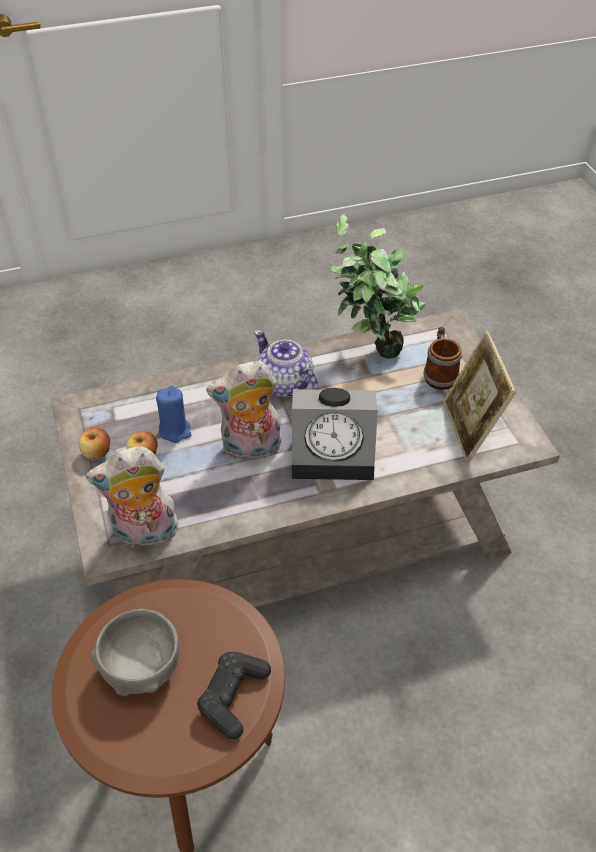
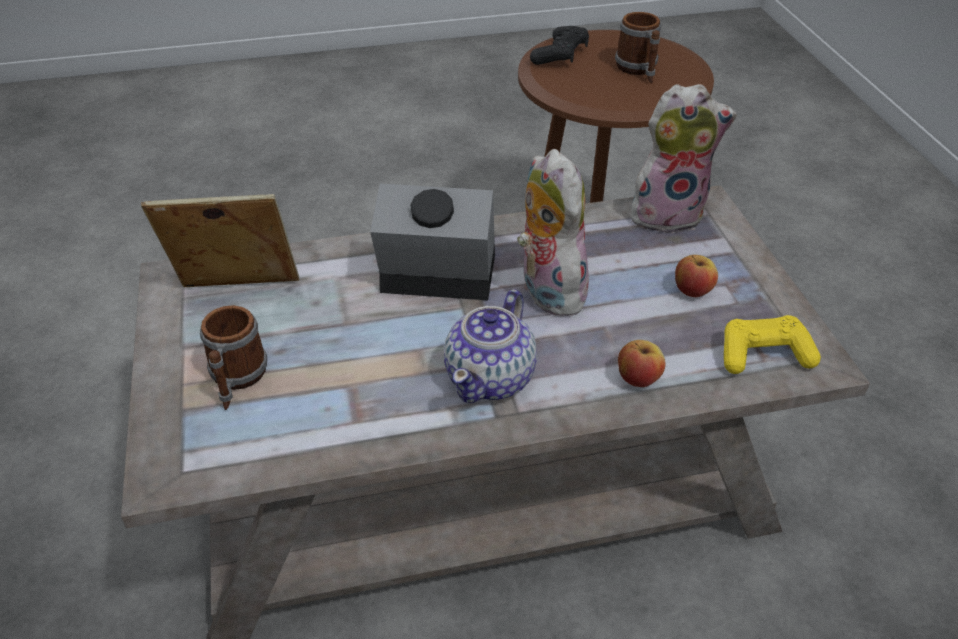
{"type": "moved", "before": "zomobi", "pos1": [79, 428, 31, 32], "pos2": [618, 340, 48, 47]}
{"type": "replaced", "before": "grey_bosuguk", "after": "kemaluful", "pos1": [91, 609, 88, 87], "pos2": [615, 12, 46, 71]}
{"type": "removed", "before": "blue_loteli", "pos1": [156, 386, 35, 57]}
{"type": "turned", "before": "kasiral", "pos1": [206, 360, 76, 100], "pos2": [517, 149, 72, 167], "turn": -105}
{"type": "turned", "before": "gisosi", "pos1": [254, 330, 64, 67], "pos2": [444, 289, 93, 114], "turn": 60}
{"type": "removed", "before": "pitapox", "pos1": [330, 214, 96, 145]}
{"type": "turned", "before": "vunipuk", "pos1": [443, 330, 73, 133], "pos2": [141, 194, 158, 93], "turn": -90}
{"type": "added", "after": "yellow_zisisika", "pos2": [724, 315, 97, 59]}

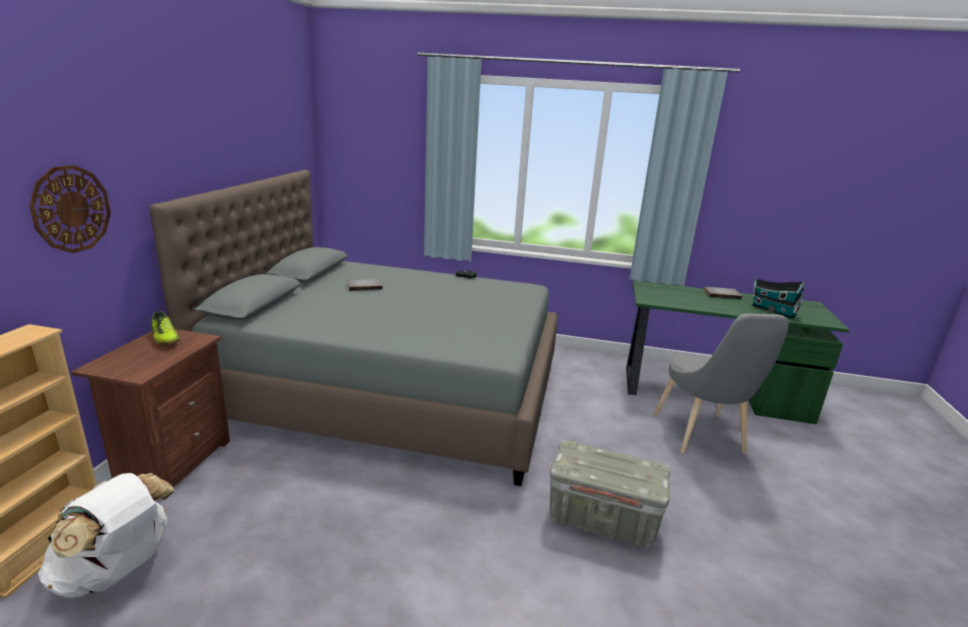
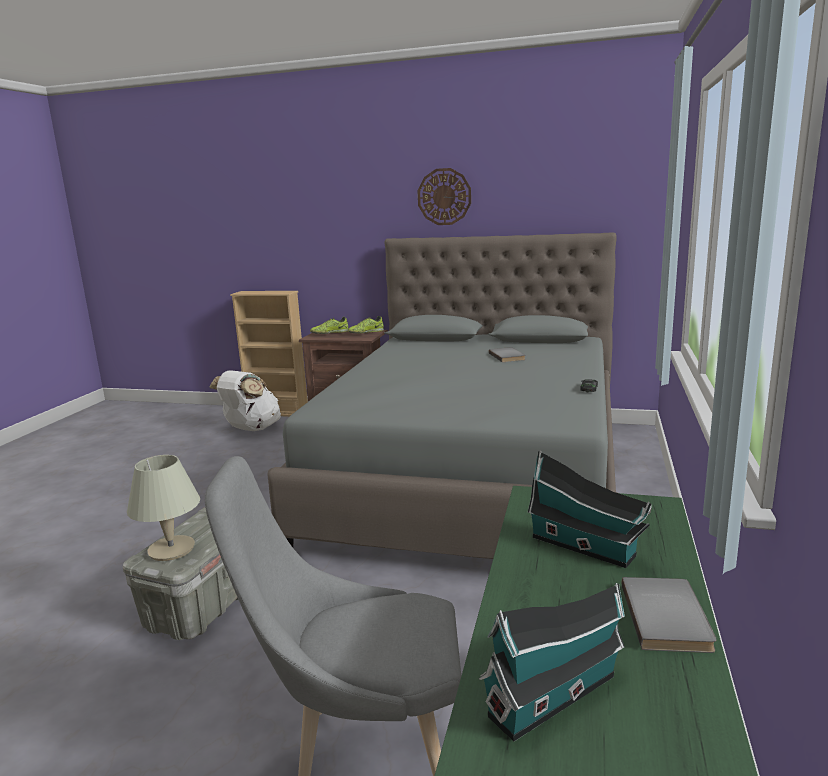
{"type": "moved", "before": "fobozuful", "pos1": [29, 165, 82, 88], "pos2": [418, 168, 53, 57]}
{"type": "added", "after": "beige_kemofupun", "pos2": [127, 455, 73, 106]}
{"type": "added", "after": "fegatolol", "pos2": [310, 317, 38, 17]}
{"type": "added", "after": "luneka", "pos2": [527, 451, 125, 117]}

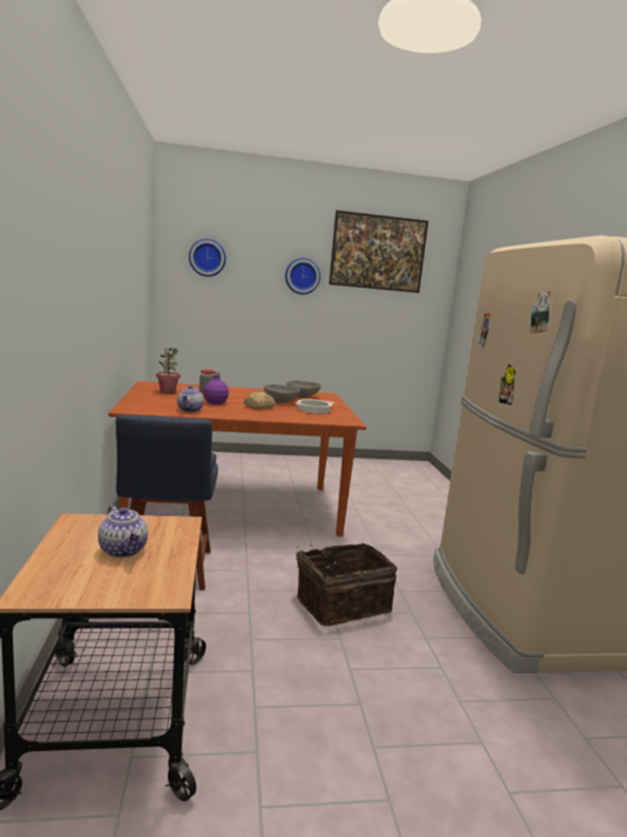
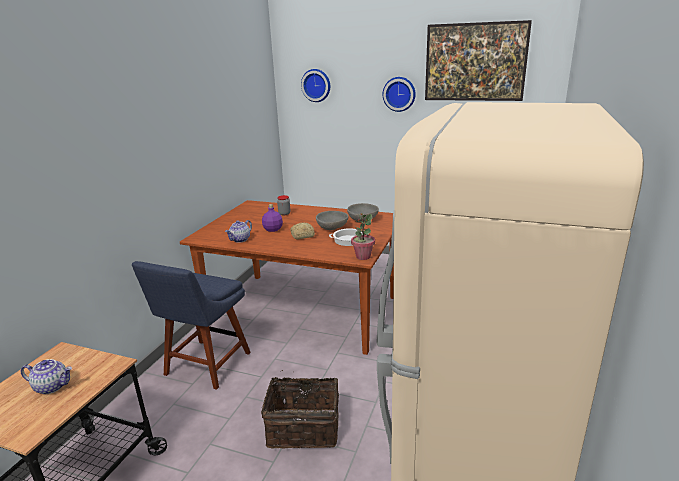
{"type": "turned", "before": "gisosi", "pos1": [98, 505, 50, 53], "pos2": [21, 359, 51, 35], "turn": -75}
{"type": "moved", "before": "pitapox", "pos1": [156, 347, 25, 47], "pos2": [351, 213, 24, 47]}

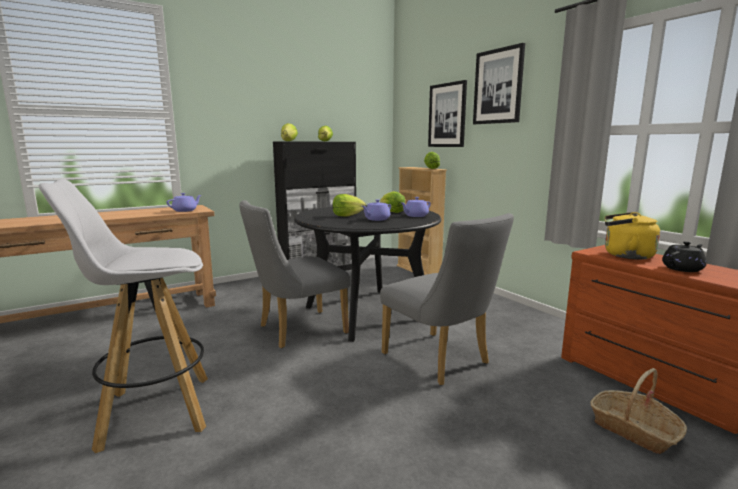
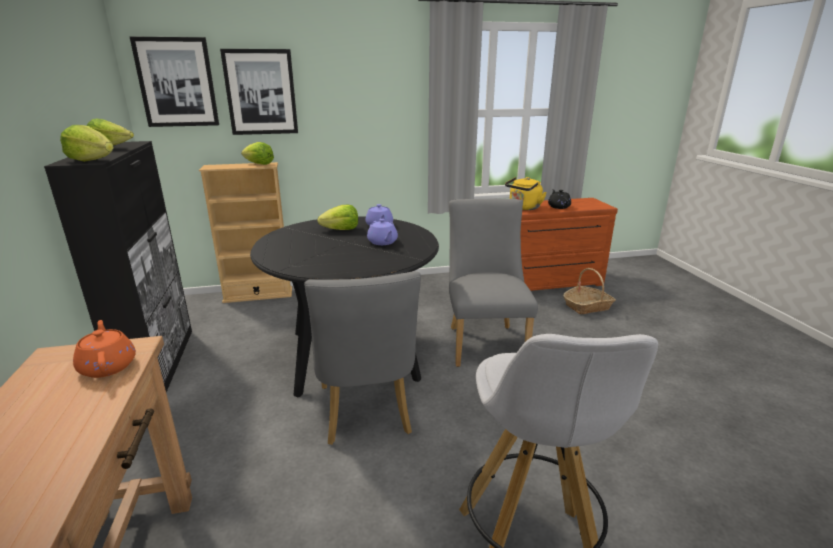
{"type": "recoloured", "before": "purple_gisosi", "after": "orange_gisosi", "pos1": [167, 193, 34, 19], "pos2": [73, 320, 63, 58]}
{"type": "removed", "before": "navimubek", "pos1": [332, 194, 34, 23]}
{"type": "turned", "before": "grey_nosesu", "pos1": [380, 213, 134, 172], "pos2": [449, 199, 89, 168], "turn": -75}
{"type": "moved", "before": "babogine", "pos1": [473, 43, 52, 81], "pos2": [130, 36, 89, 91]}

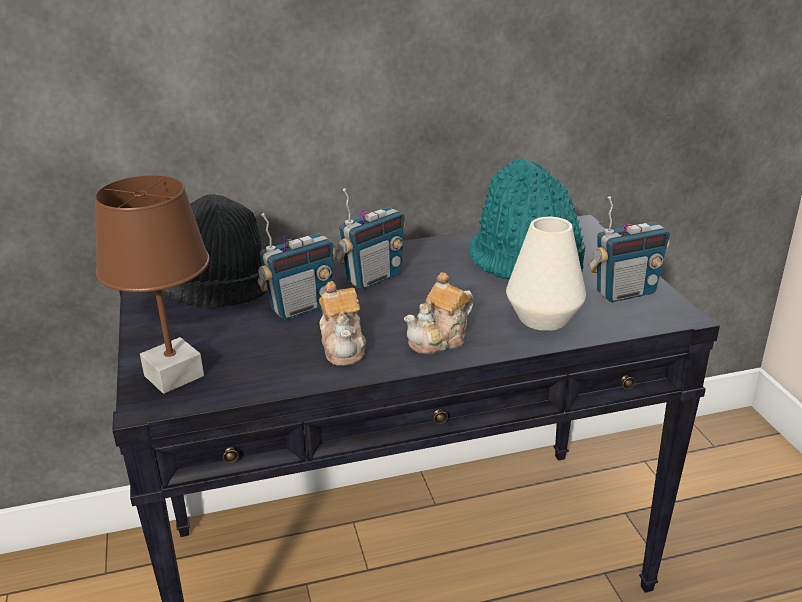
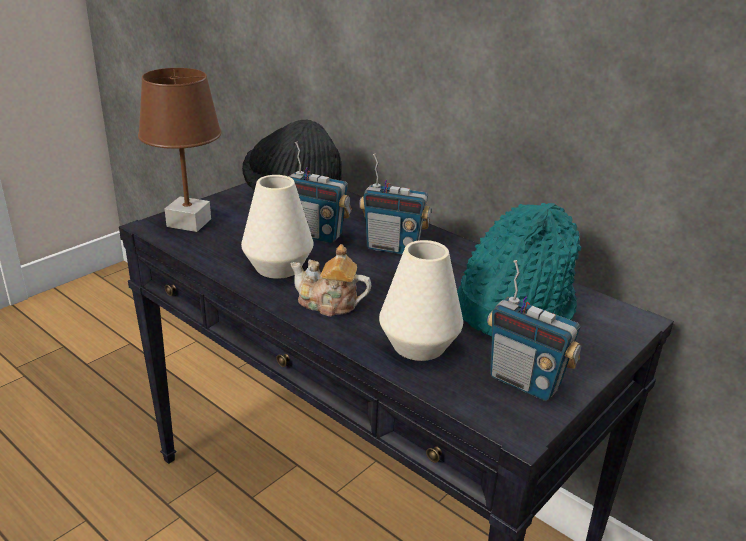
{"type": "replaced", "before": "gisosi", "after": "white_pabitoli", "pos1": [319, 281, 47, 85], "pos2": [241, 175, 72, 104]}

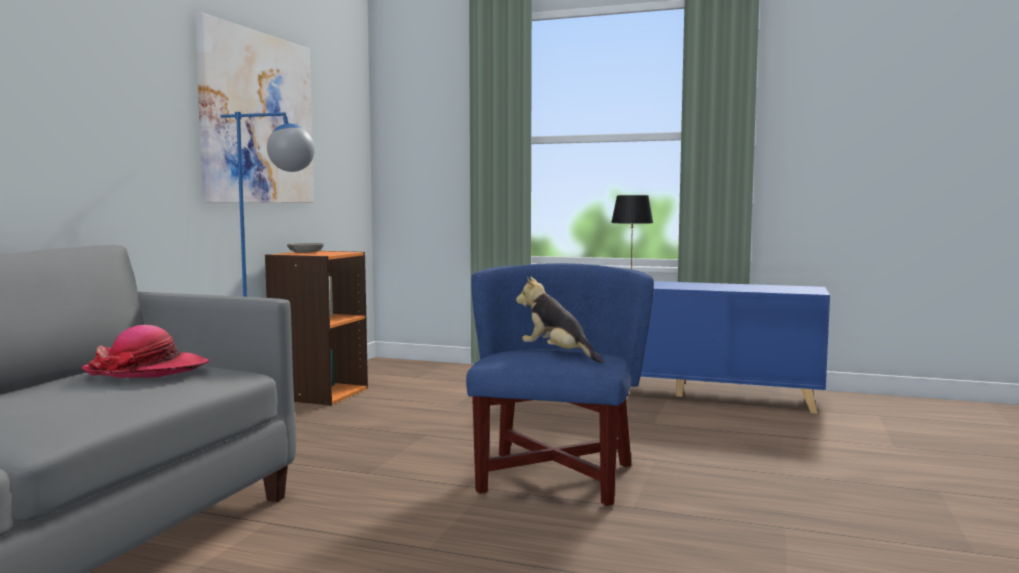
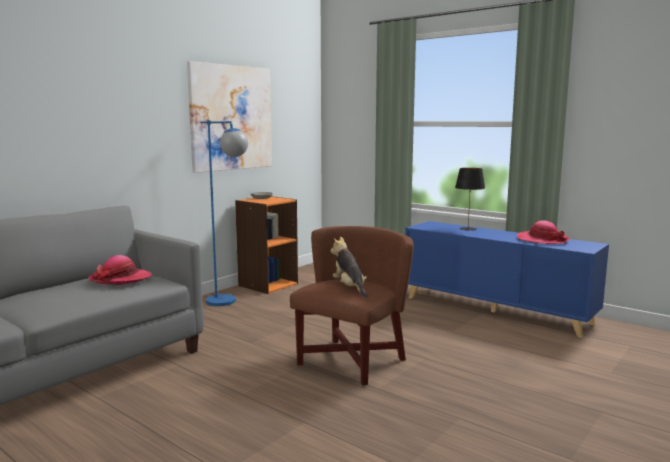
{"type": "recoloured", "before": "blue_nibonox", "after": "brown_nibonox", "pos1": [466, 263, 188, 243], "pos2": [290, 226, 124, 159]}
{"type": "added", "after": "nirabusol", "pos2": [516, 220, 54, 24]}

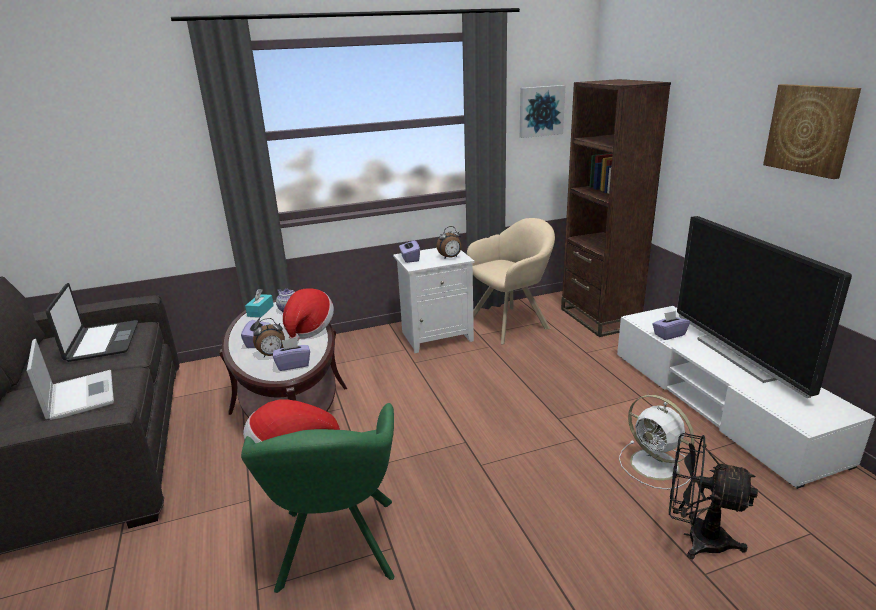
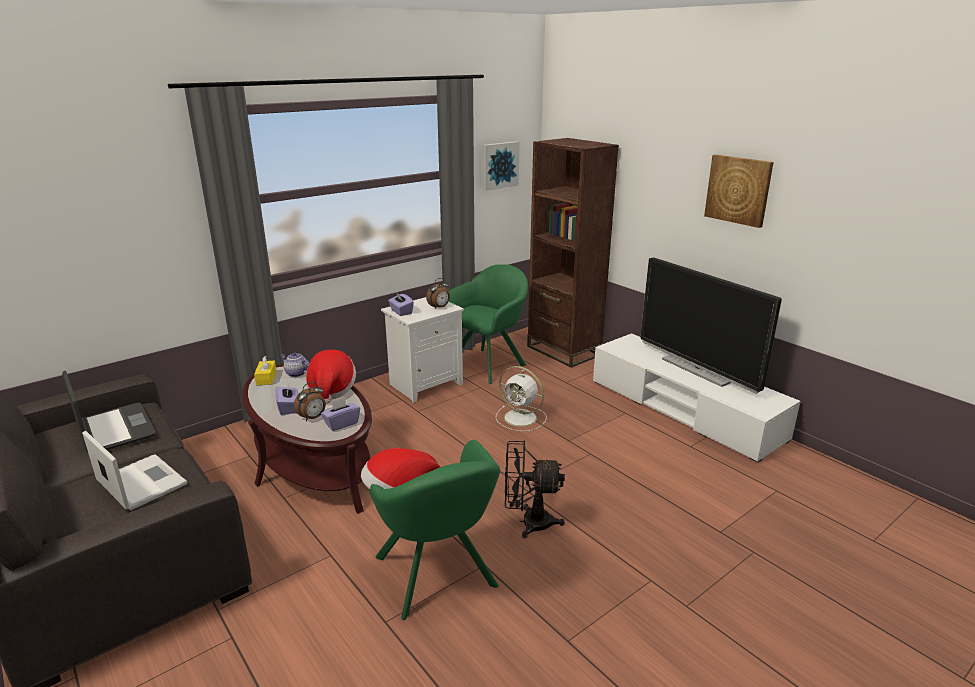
{"type": "recoloured", "before": "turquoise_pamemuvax", "after": "yellow_pamemuvax", "pos1": [245, 289, 29, 28], "pos2": [254, 356, 22, 29]}
{"type": "recoloured", "before": "beige_nibonox", "after": "green_nibonox", "pos1": [467, 218, 88, 126], "pos2": [449, 264, 79, 120]}
{"type": "moved", "before": "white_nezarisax", "pos1": [619, 395, 76, 95], "pos2": [495, 366, 52, 65]}
{"type": "removed", "before": "purple_pamemuvax", "pos1": [652, 311, 38, 29]}
{"type": "moved", "before": "black_nezarisax", "pos1": [669, 433, 89, 126], "pos2": [505, 440, 60, 98]}

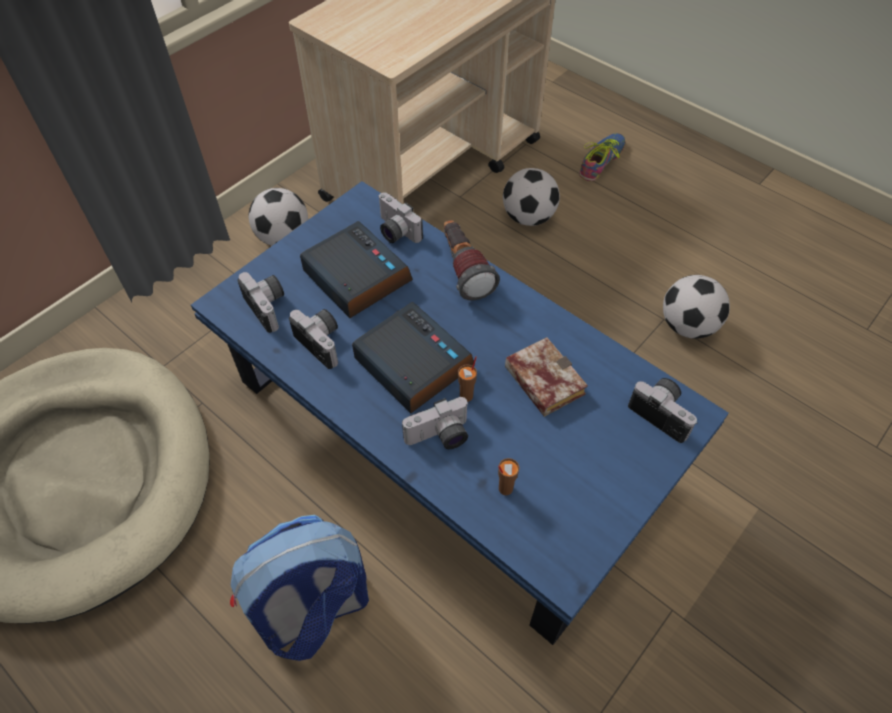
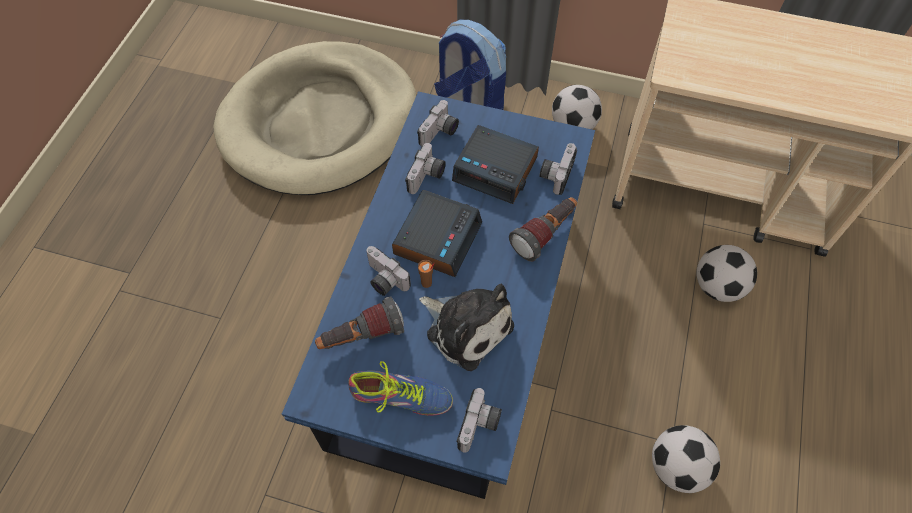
{"type": "moved", "before": "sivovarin", "pos1": [230, 515, 139, 146], "pos2": [434, 20, 72, 90]}
{"type": "turned", "before": "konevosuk", "pos1": [300, 221, 113, 97], "pos2": [452, 125, 87, 79], "turn": 90}
{"type": "replaced", "before": "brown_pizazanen", "after": "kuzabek", "pos1": [498, 458, 21, 37], "pos2": [315, 296, 89, 53]}
{"type": "replaced", "before": "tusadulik", "after": "kasiral", "pos1": [505, 337, 83, 80], "pos2": [419, 284, 95, 87]}
{"type": "moved", "before": "fegatolol", "pos1": [579, 133, 46, 48], "pos2": [348, 361, 105, 55]}

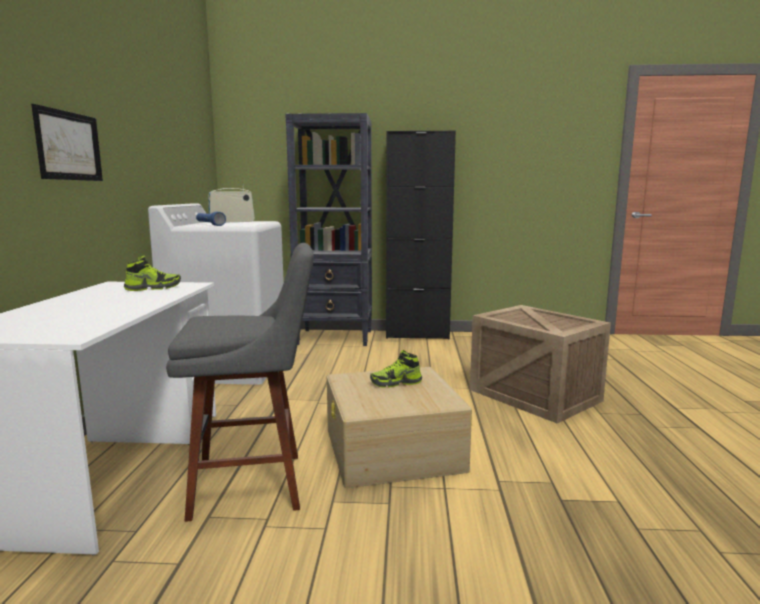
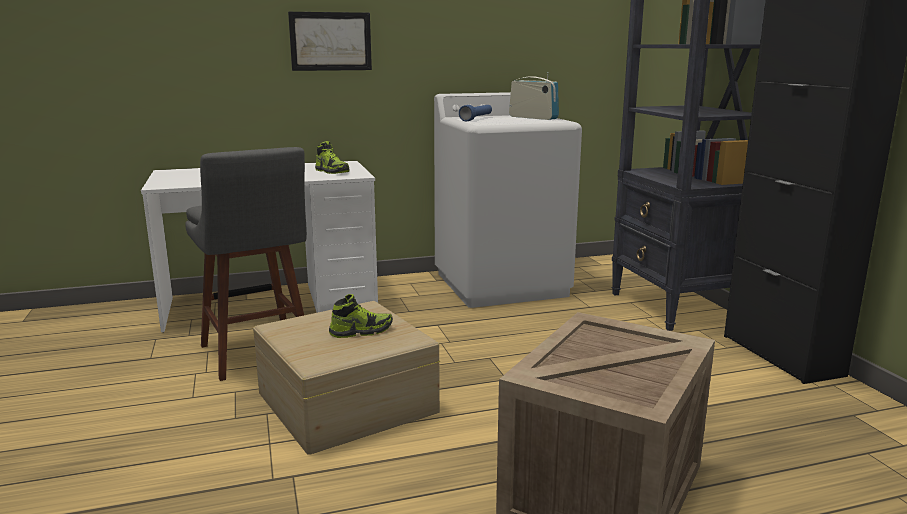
{"type": "turned", "before": "fegatolol", "pos1": [370, 350, 52, 38], "pos2": [329, 294, 64, 44], "turn": 105}

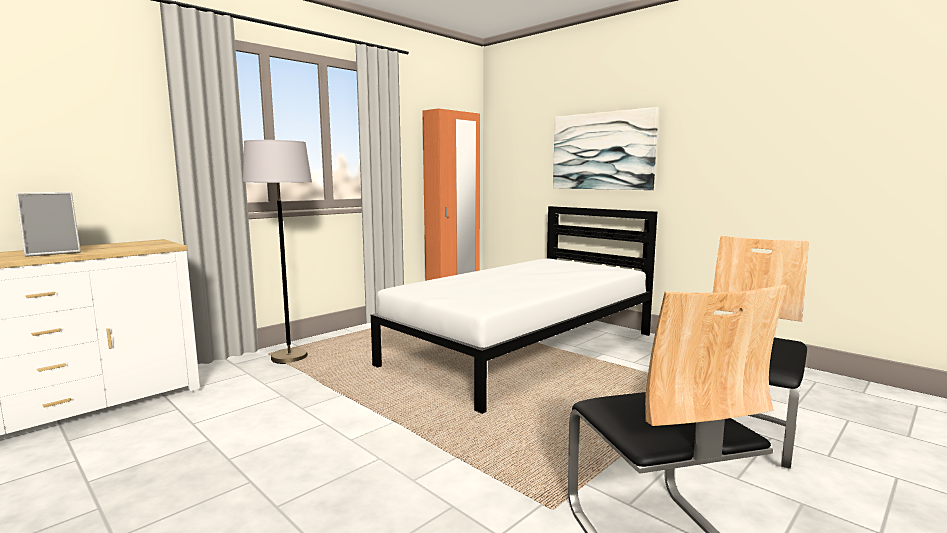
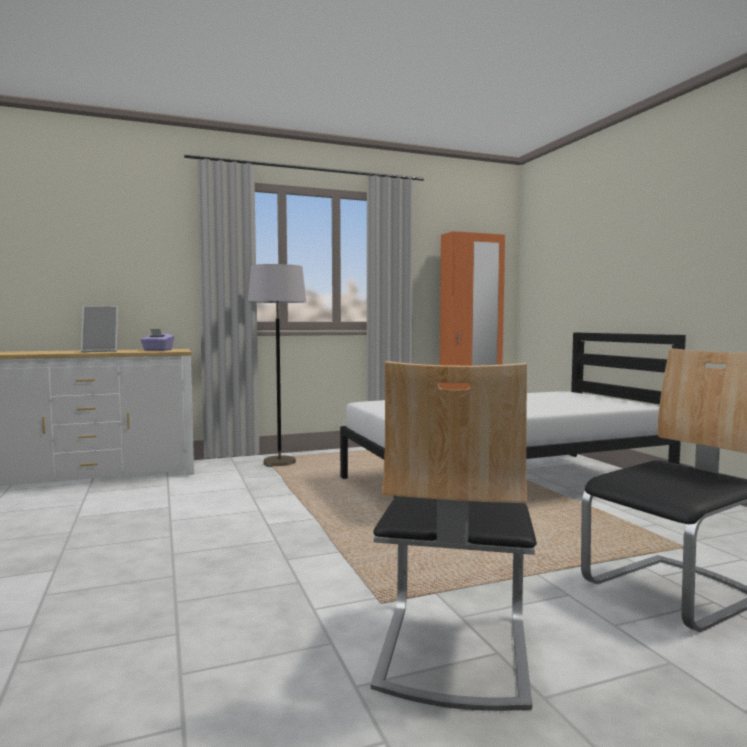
{"type": "removed", "before": "babogine", "pos1": [553, 107, 106, 83]}
{"type": "added", "after": "purple_pamemuvax", "pos2": [141, 329, 33, 22]}

